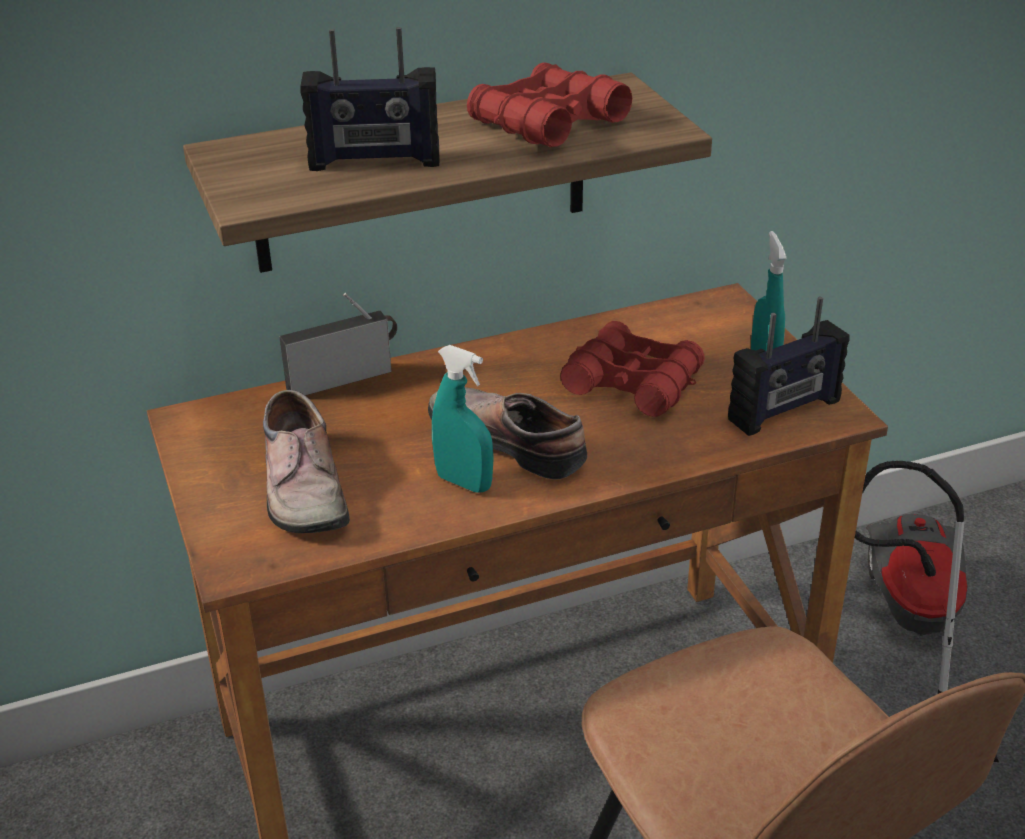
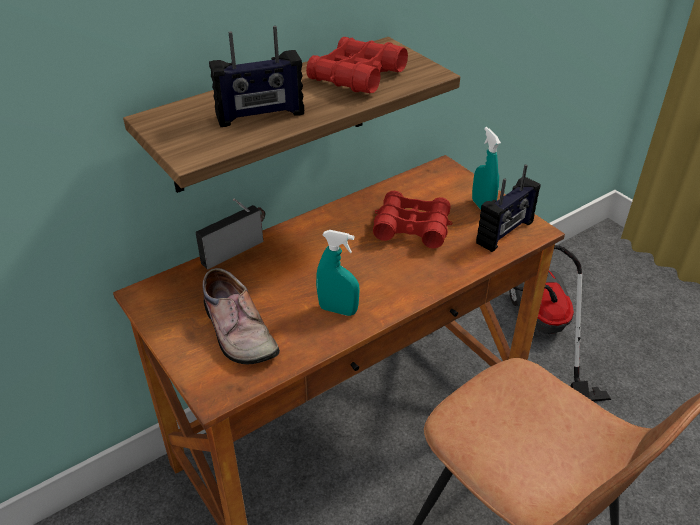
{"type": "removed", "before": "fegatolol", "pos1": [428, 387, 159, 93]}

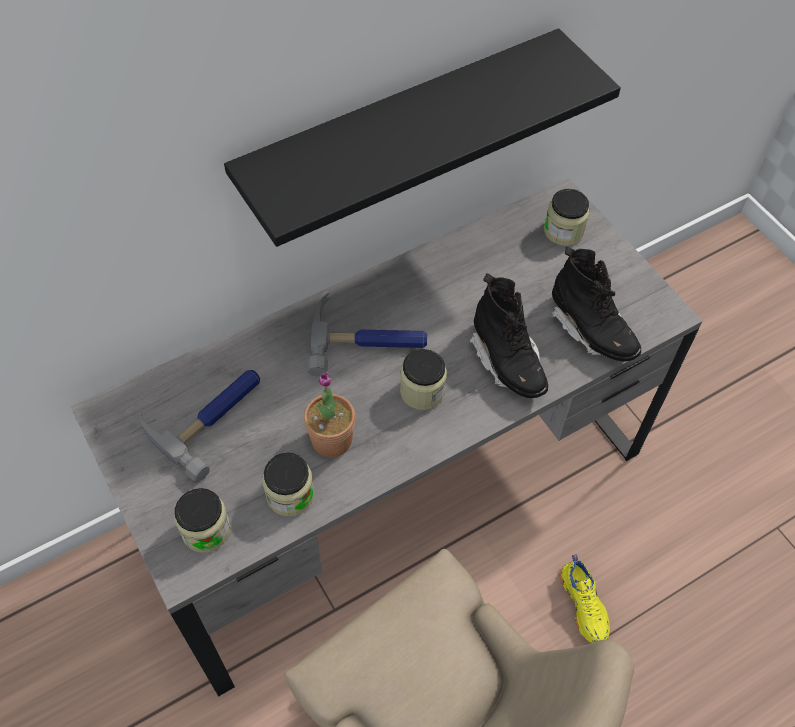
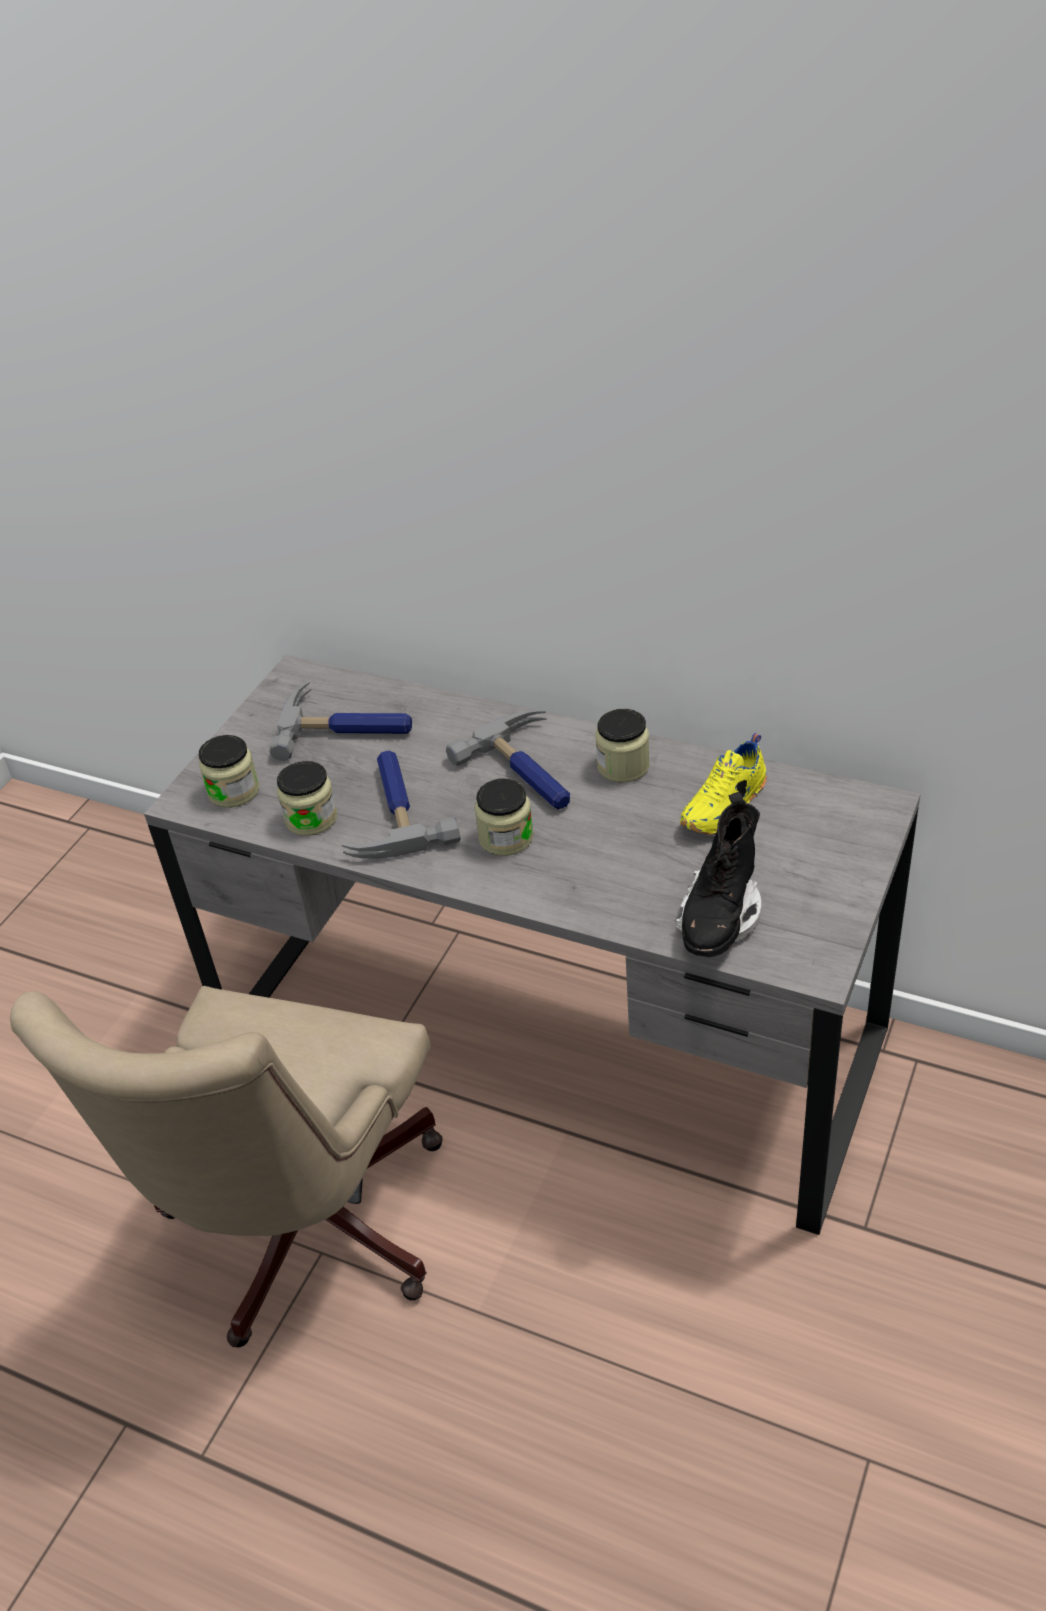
{"type": "removed", "before": "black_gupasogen", "pos1": [224, 28, 397, 219]}
{"type": "replaced", "before": "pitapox", "after": "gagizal", "pos1": [304, 372, 51, 85], "pos2": [342, 750, 118, 108]}
{"type": "removed", "before": "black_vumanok", "pos1": [469, 273, 79, 125]}
{"type": "moved", "before": "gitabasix", "pos1": [544, 189, 45, 57], "pos2": [595, 709, 54, 73]}
{"type": "moved", "before": "yellow_fegatolol", "pos1": [559, 554, 51, 89], "pos2": [680, 733, 87, 102]}

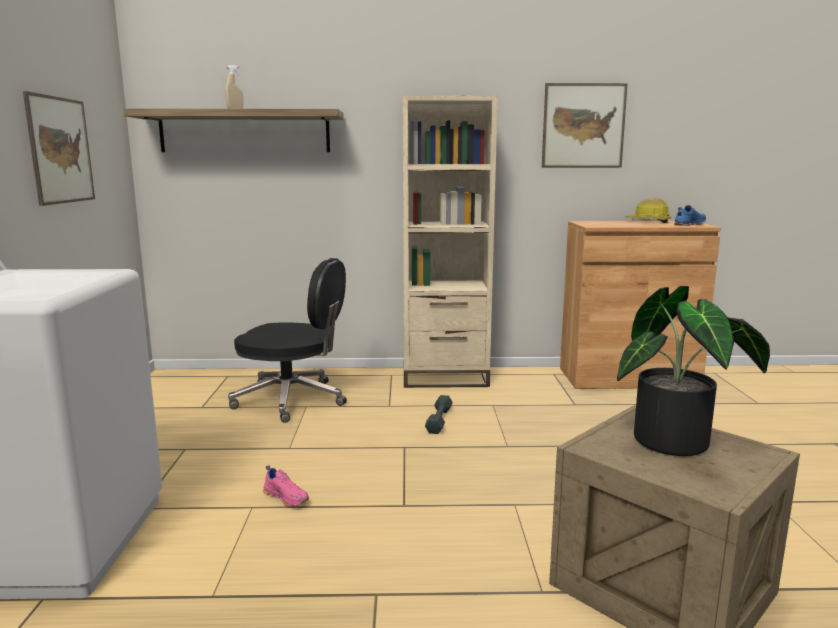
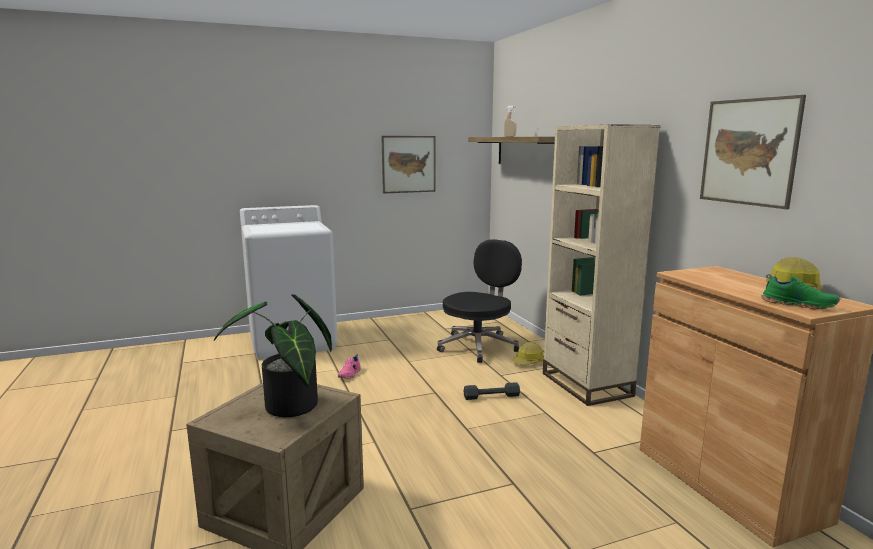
{"type": "turned", "before": "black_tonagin", "pos1": [228, 258, 119, 165], "pos2": [437, 239, 85, 124], "turn": -135}
{"type": "recoloured", "before": "blue_fegatolol", "after": "green_fegatolol", "pos1": [674, 205, 32, 21], "pos2": [761, 274, 79, 35]}
{"type": "added", "after": "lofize", "pos2": [511, 342, 33, 23]}

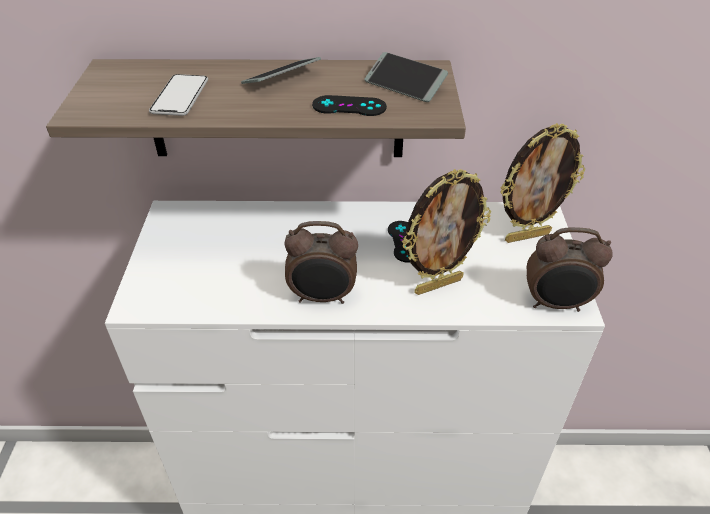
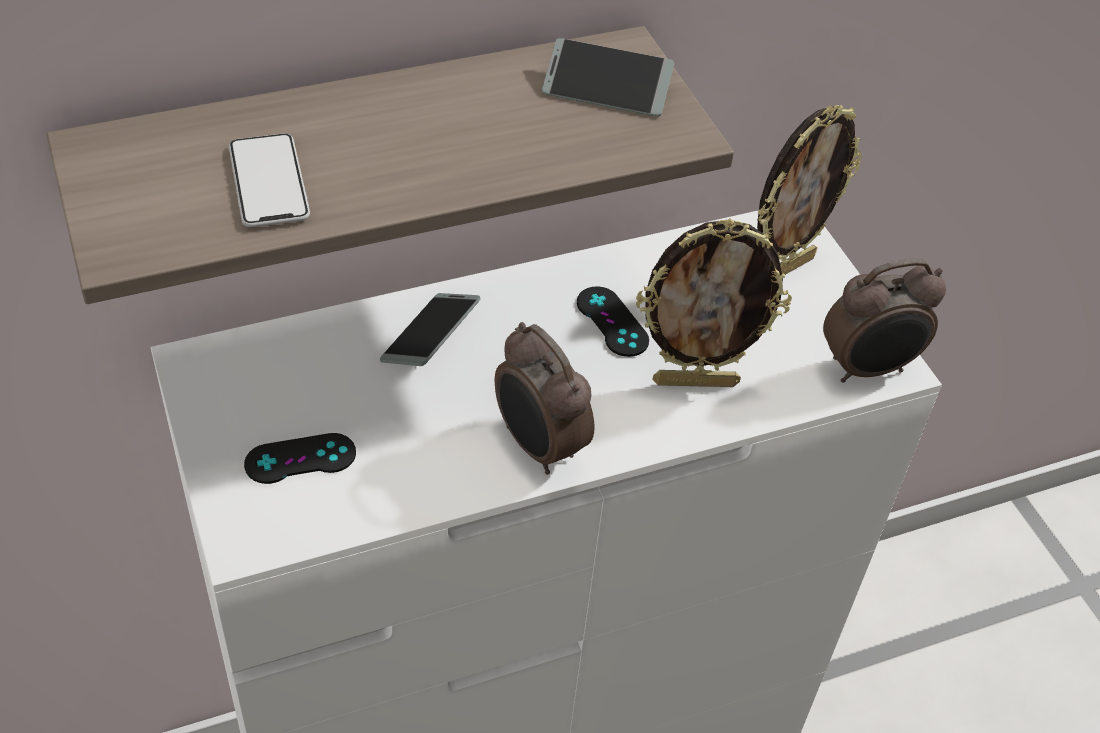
{"type": "moved", "before": "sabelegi", "pos1": [241, 57, 80, 27], "pos2": [380, 293, 101, 73]}
{"type": "turned", "before": "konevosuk", "pos1": [284, 221, 74, 83], "pos2": [495, 322, 99, 153], "turn": 75}
{"type": "moved", "before": "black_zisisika", "pos1": [312, 95, 75, 21], "pos2": [244, 433, 112, 51]}
{"type": "turned", "before": "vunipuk", "pos1": [402, 169, 89, 126], "pos2": [636, 218, 156, 169], "turn": 45}

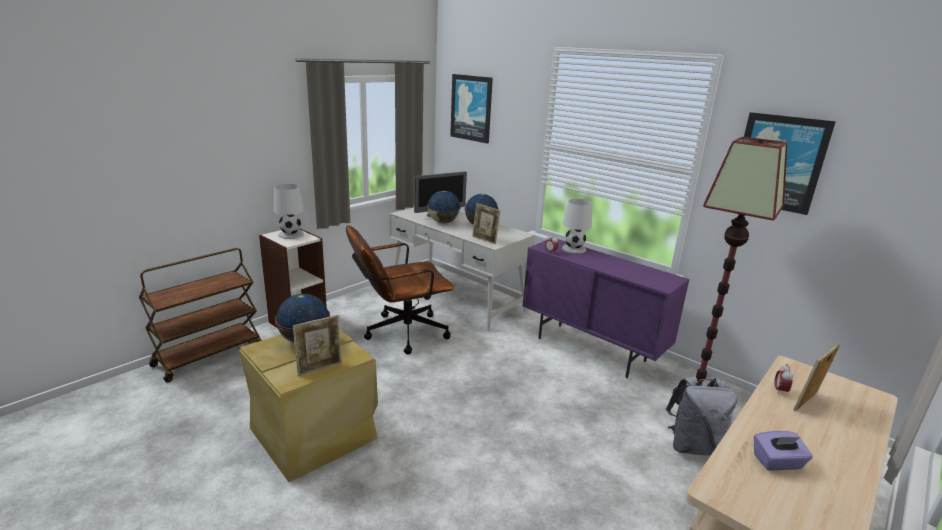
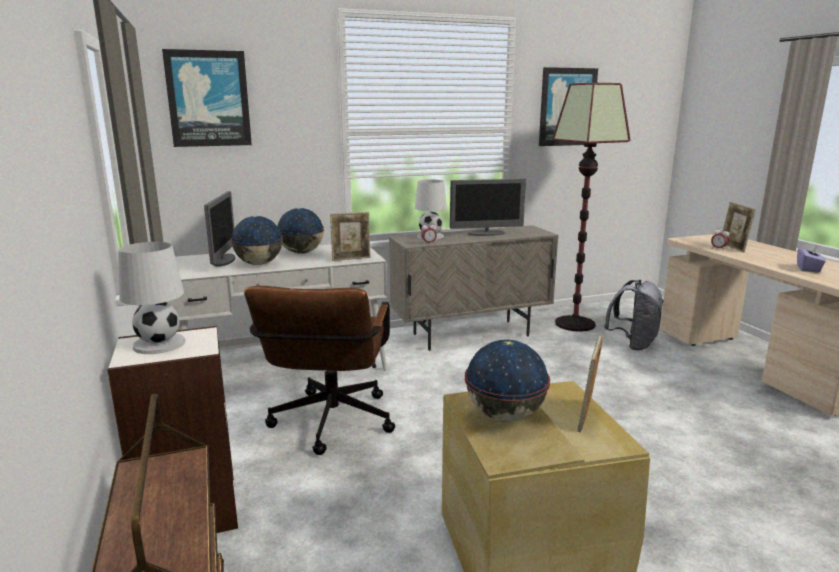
{"type": "turned", "before": "vunipuk", "pos1": [293, 315, 49, 61], "pos2": [577, 333, 26, 99], "turn": -150}
{"type": "recoloured", "before": "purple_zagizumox", "after": "beige_zagizumox", "pos1": [522, 238, 168, 140], "pos2": [389, 225, 170, 126]}
{"type": "added", "after": "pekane", "pos2": [450, 179, 76, 57]}

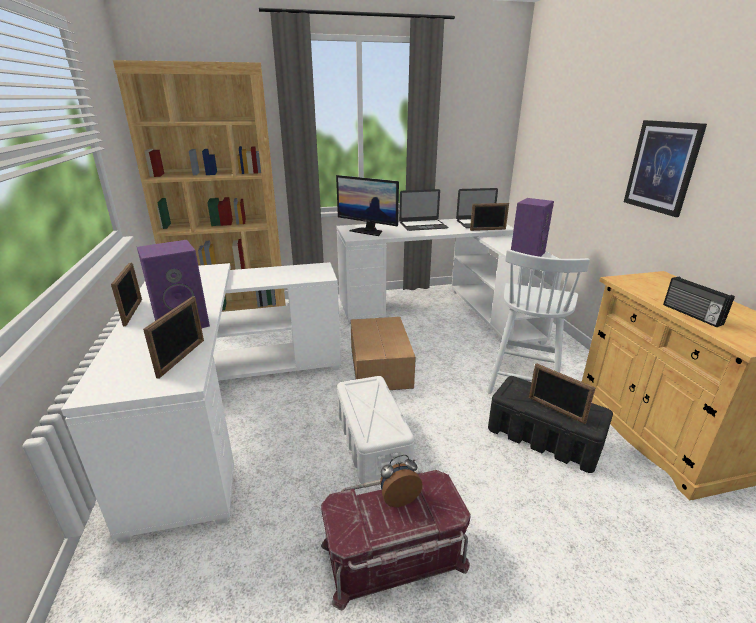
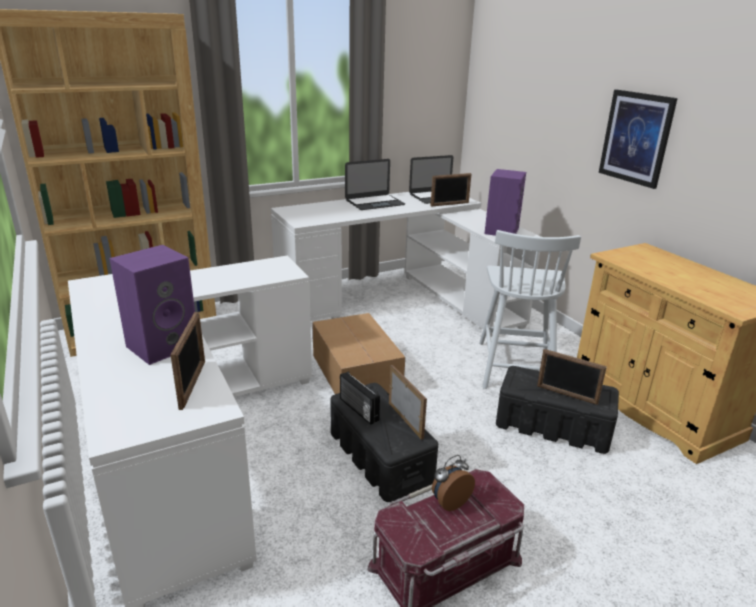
{"type": "moved", "before": "vunipuk", "pos1": [111, 262, 31, 64], "pos2": [389, 365, 38, 75]}
{"type": "removed", "before": "pekane", "pos1": [336, 175, 63, 61]}
{"type": "recoloured", "before": "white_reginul", "after": "black_reginul", "pos1": [337, 376, 77, 108], "pos2": [330, 383, 108, 119]}
{"type": "moved", "before": "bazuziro", "pos1": [663, 277, 72, 50], "pos2": [340, 371, 40, 54]}

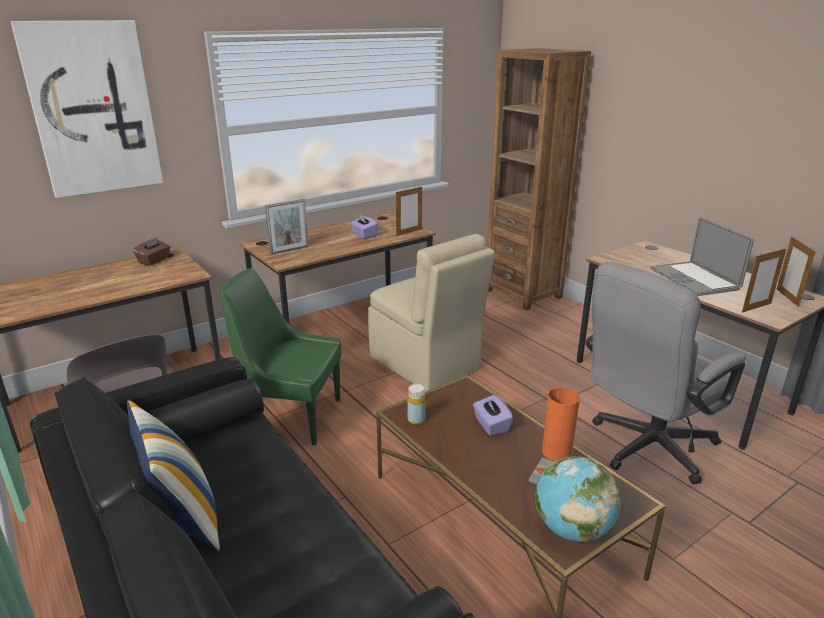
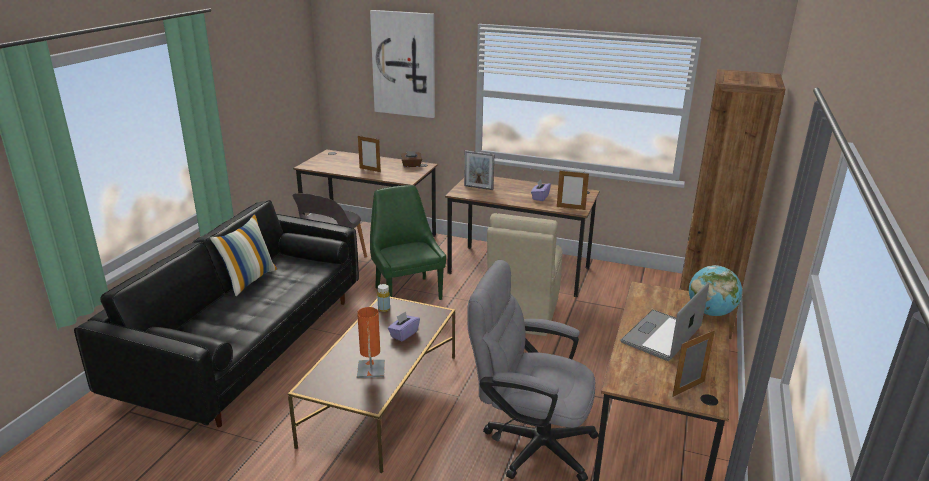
{"type": "moved", "before": "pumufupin", "pos1": [535, 456, 86, 86], "pos2": [689, 265, 53, 51]}
{"type": "moved", "before": "vunipuk", "pos1": [742, 249, 44, 64], "pos2": [358, 135, 23, 37]}

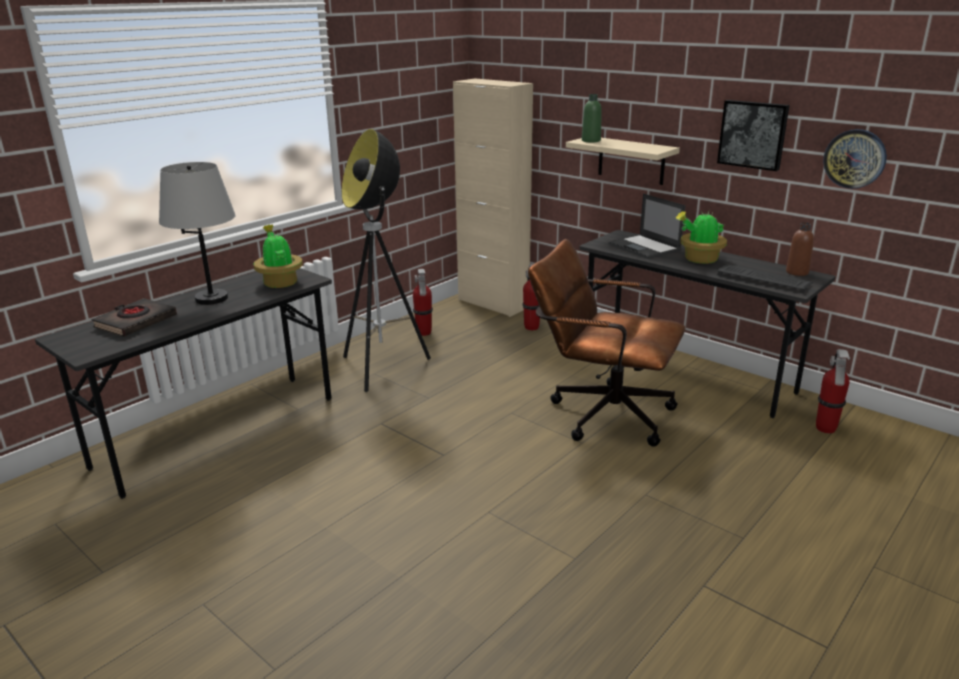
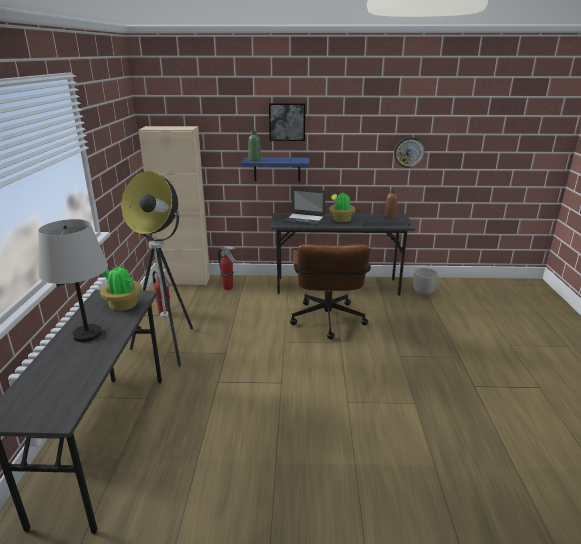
{"type": "removed", "before": "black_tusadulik", "pos1": [91, 298, 86, 39]}
{"type": "turned", "before": "brown_tonagin", "pos1": [528, 239, 158, 208], "pos2": [290, 244, 81, 95], "turn": -75}
{"type": "recoloured", "before": "beige_gupasogen", "after": "blue_gupasogen", "pos1": [566, 138, 114, 47], "pos2": [242, 157, 68, 24]}
{"type": "moved", "before": "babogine", "pos1": [717, 100, 72, 71], "pos2": [269, 103, 36, 38]}
{"type": "replaced", "before": "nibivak", "after": "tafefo", "pos1": [816, 349, 34, 84], "pos2": [413, 268, 26, 28]}

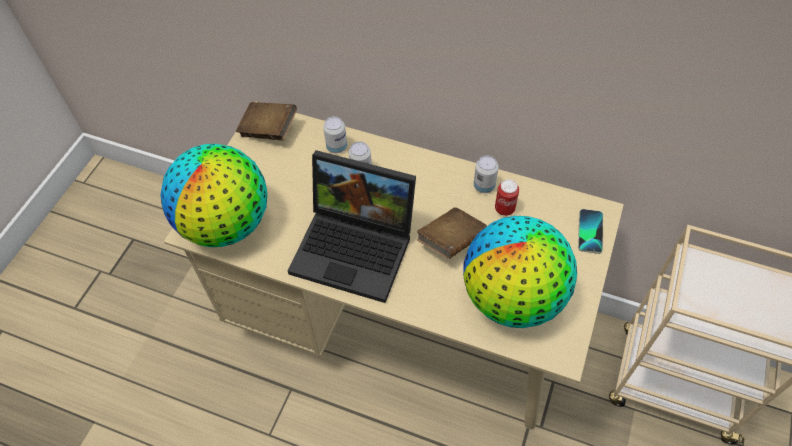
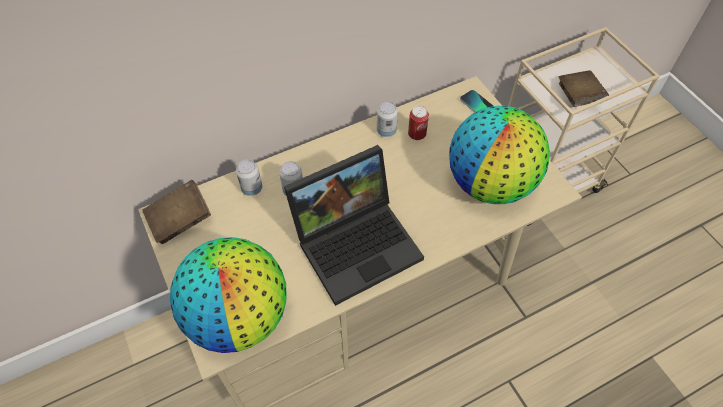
{"type": "moved", "before": "brown_tusadulik", "pos1": [417, 207, 70, 52], "pos2": [559, 70, 50, 37]}

